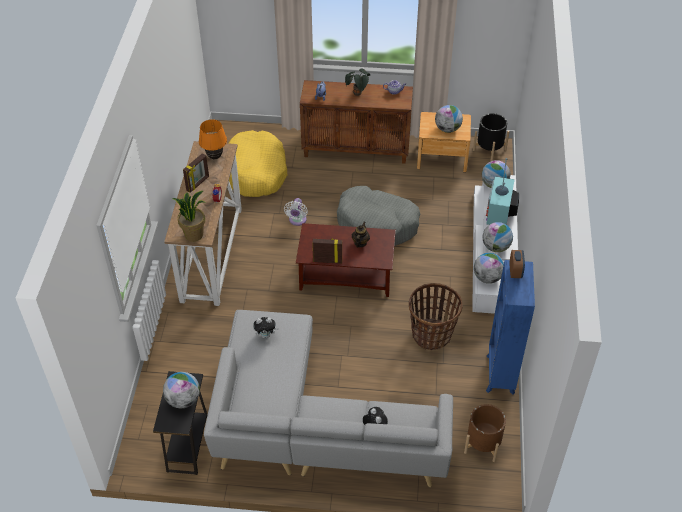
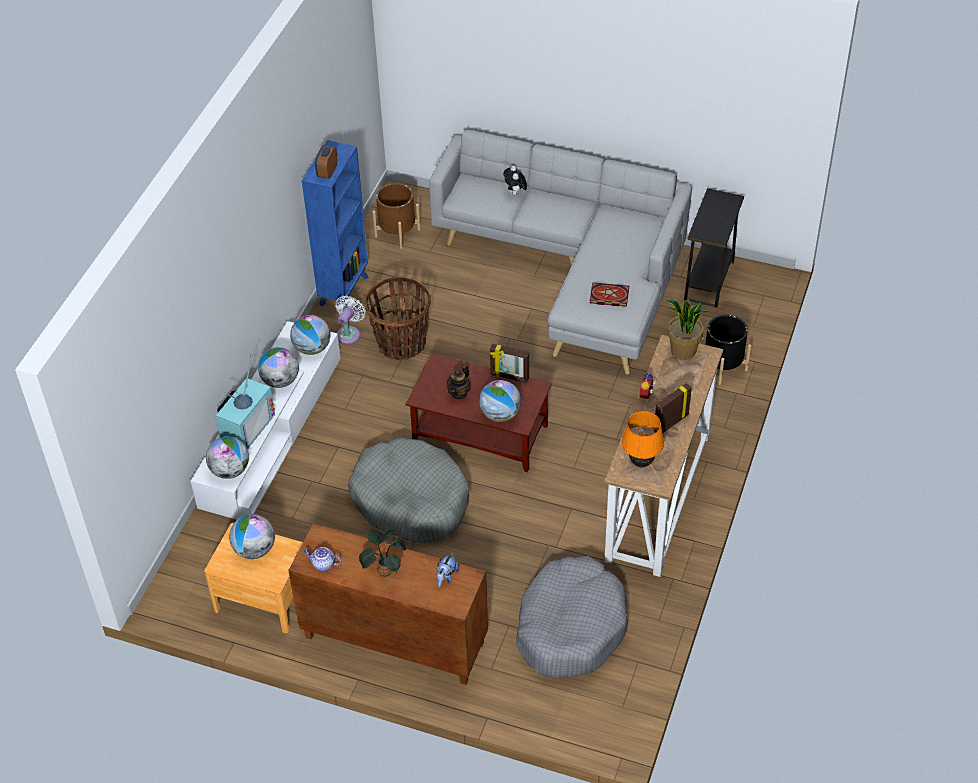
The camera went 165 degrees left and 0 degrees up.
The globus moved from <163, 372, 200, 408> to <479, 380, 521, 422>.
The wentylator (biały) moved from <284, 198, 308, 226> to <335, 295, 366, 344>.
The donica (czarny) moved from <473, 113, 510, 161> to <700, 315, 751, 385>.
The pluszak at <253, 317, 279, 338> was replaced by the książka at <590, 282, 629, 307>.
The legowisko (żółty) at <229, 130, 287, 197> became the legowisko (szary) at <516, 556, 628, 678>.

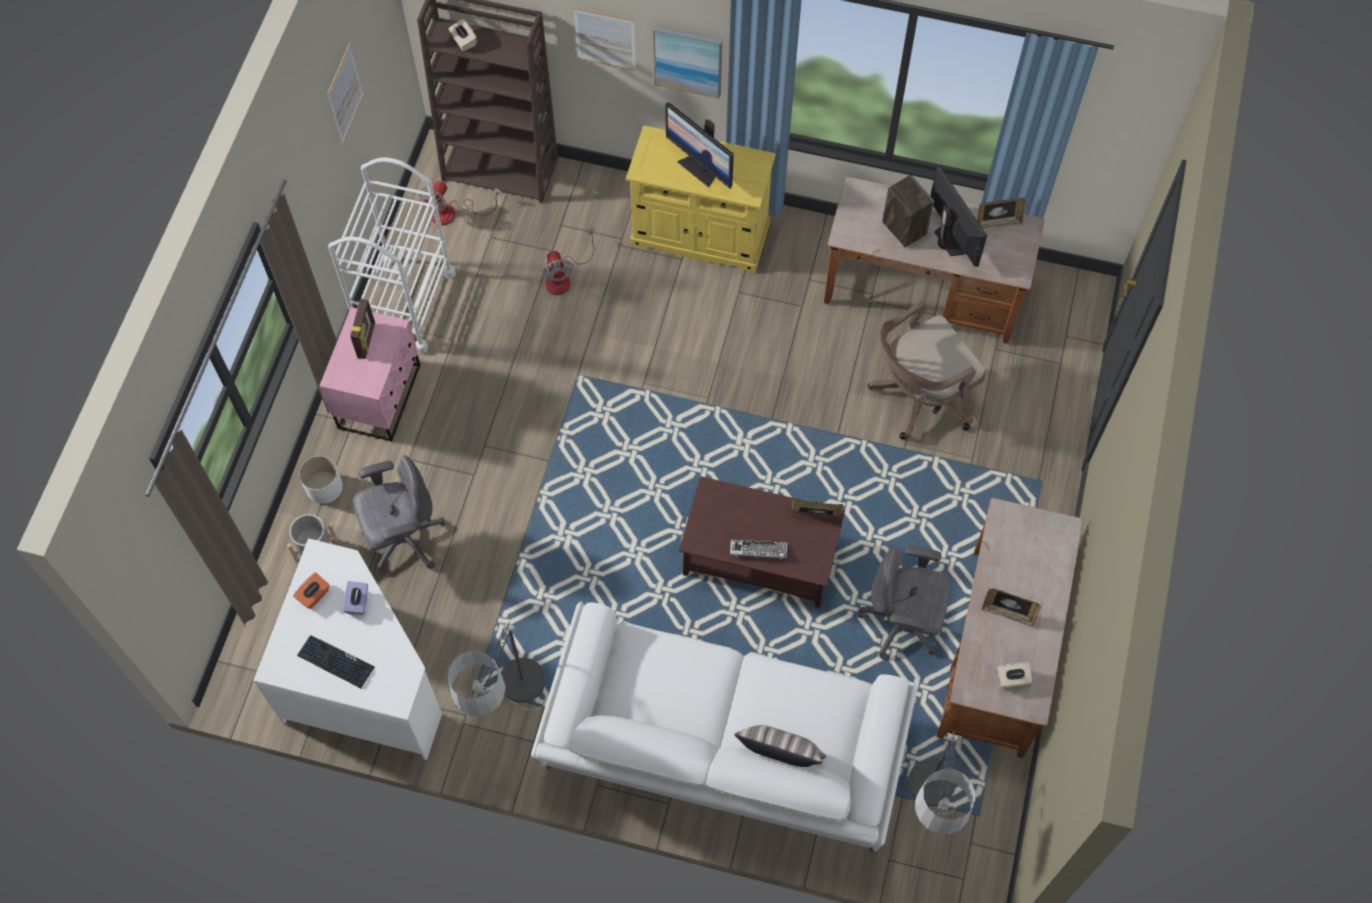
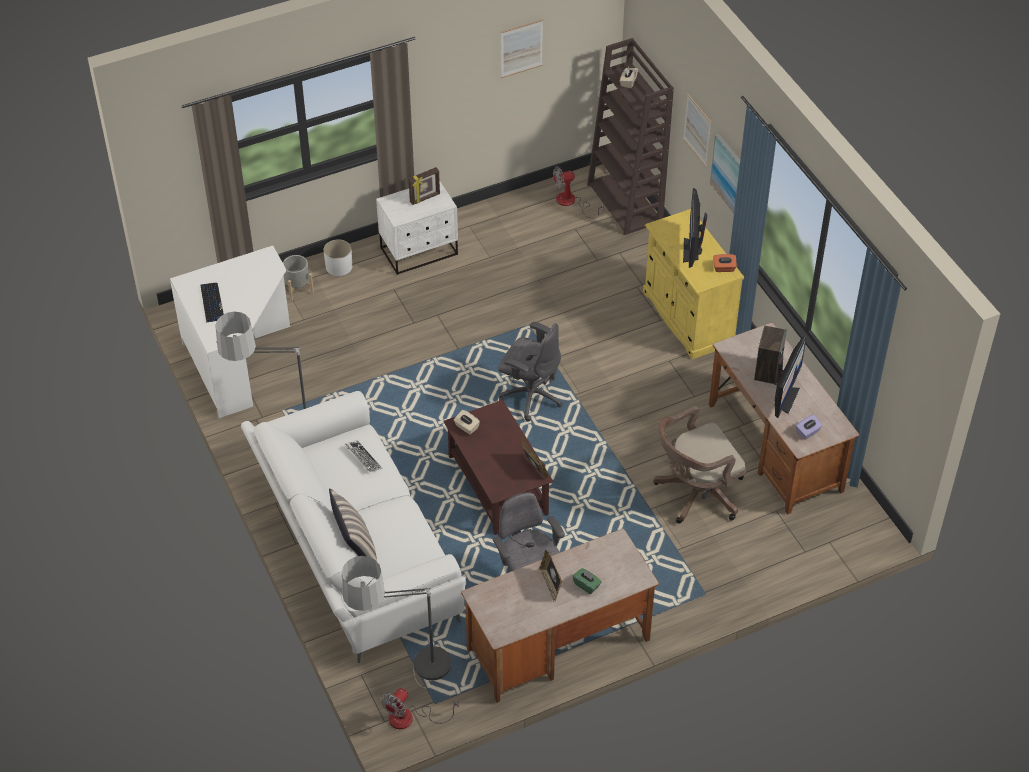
The camera went 50 degrees right and 15 degrees down.
The wózek (biały) at <328, 157, 456, 354> disappeared.
The ramka na zdjęcie at <977, 198, 1026, 229> disappeared.
The pudełko chusteczek (zielony) at <572, 568, 602, 594> appeared.
The pudełko chusteczek (pomarańczowy) moved from <293, 573, 330, 609> to <713, 254, 737, 272>.
The pudełko chusteczek (fioletowy) moved from <344, 581, 368, 615> to <796, 415, 823, 440>.
The krzesło biurowe (szary) moved from <353, 455, 446, 575> to <498, 322, 562, 421>.
The wentylator moved from <542, 228, 594, 295> to <380, 688, 459, 729>.
The klawiatura moved from <730, 540, 787, 559> to <345, 440, 382, 472>.
The pudełko chusteczek (beżowy) moved from <997, 662, 1033, 688> to <454, 410, 480, 435>.
The szafka nocna (różowy) at <319, 307, 420, 442> became the szafka nocna (biały) at <376, 180, 458, 275>.
The krzesło biurowe (brązowy) at <868, 302, 985, 440> turned 45 degrees counterclockwise.

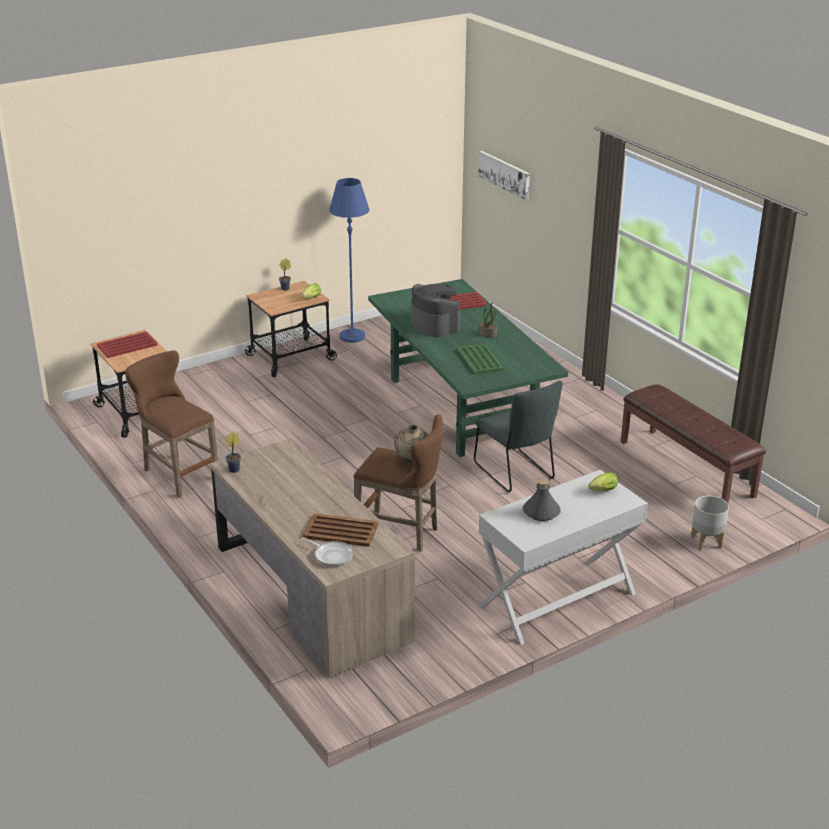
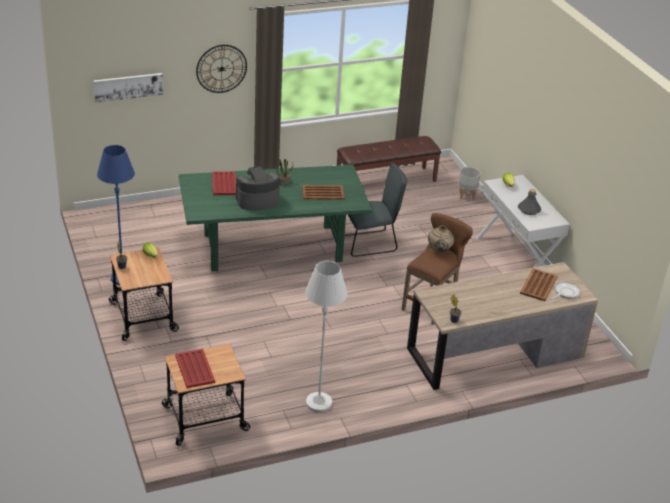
The camera went 80 degrees left and 5 degrees up.
The zegar ścienny at <196, 45, 247, 93> appeared.
The stołek (brązowy) at <125, 350, 218, 498> was replaced by the lampa stojąca (biały) at <305, 261, 348, 412>.
The taca (zielony) at <456, 343, 504, 375> became the taca (brązowy) at <302, 185, 345, 200>.

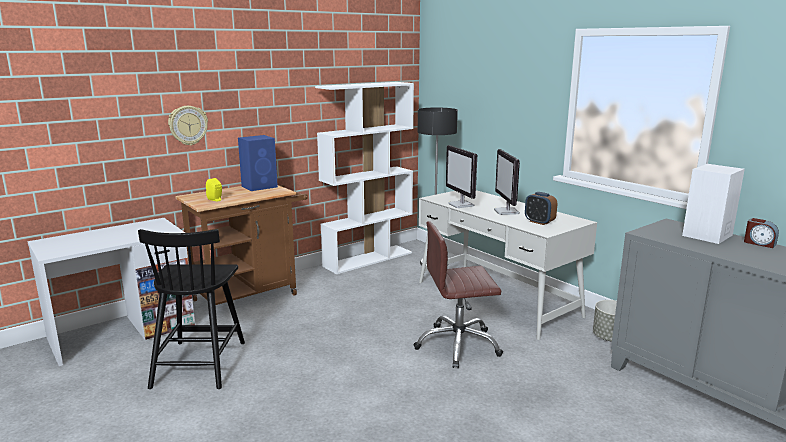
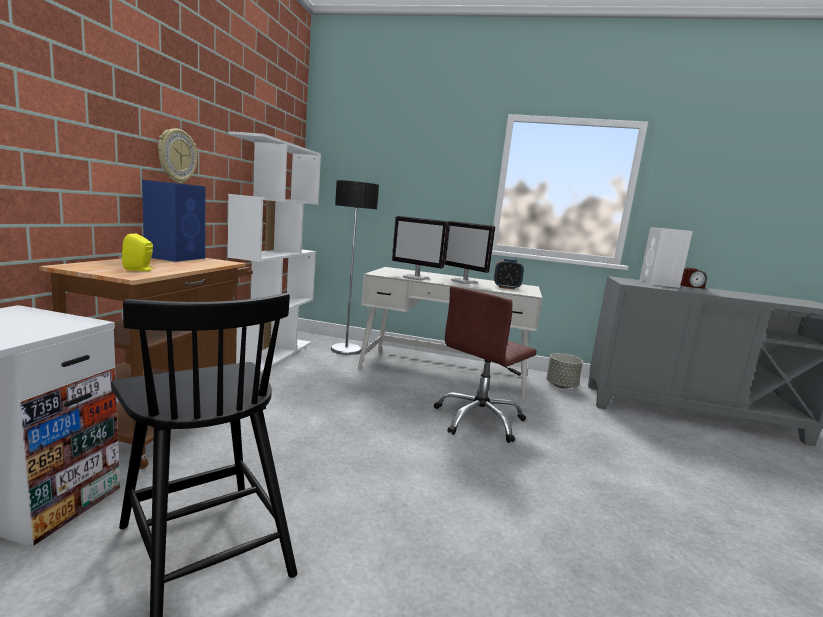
The camera went 40 degrees left and 5 degrees down.
The zegar ścienny moved from <168, 106, 208, 146> to <158, 128, 197, 184>.

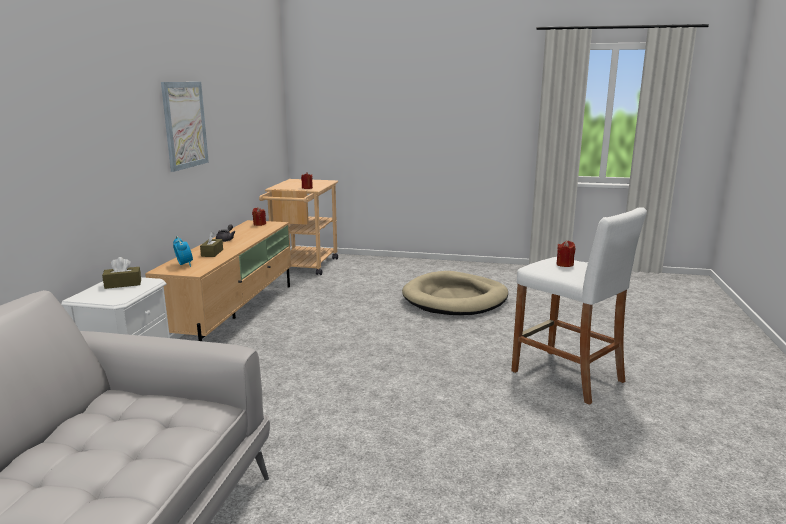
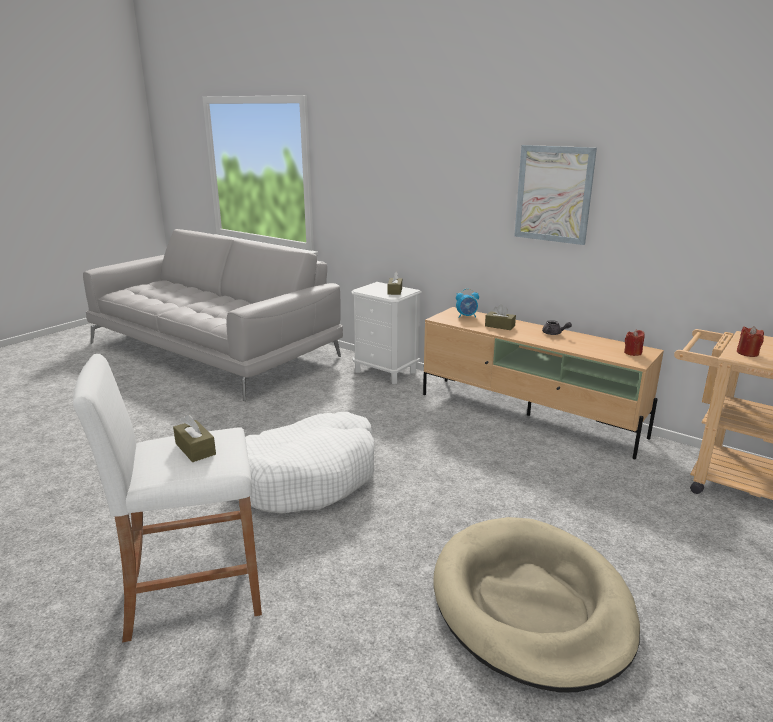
The camera went 115 degrees right and 5 degrees up.
The legowisko (biały) at <237, 412, 375, 514> appeared.
The świeca (czerwony) at <556, 241, 576, 267> was replaced by the pudełko chusteczek (brązowy) at <173, 414, 216, 462>.

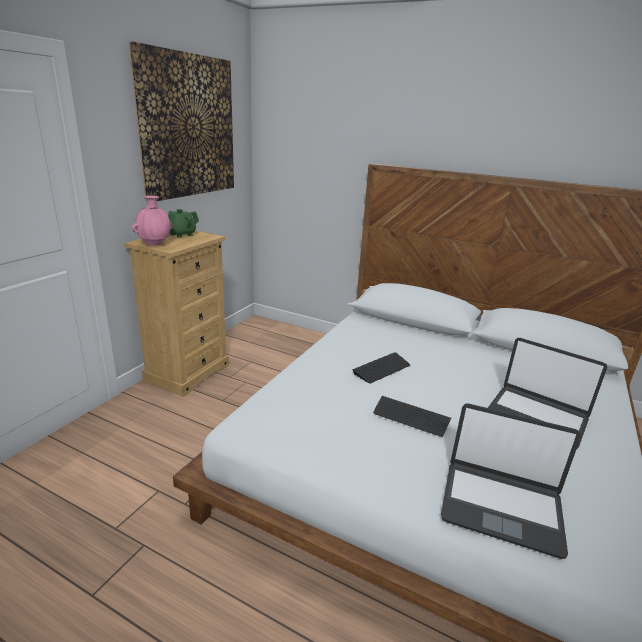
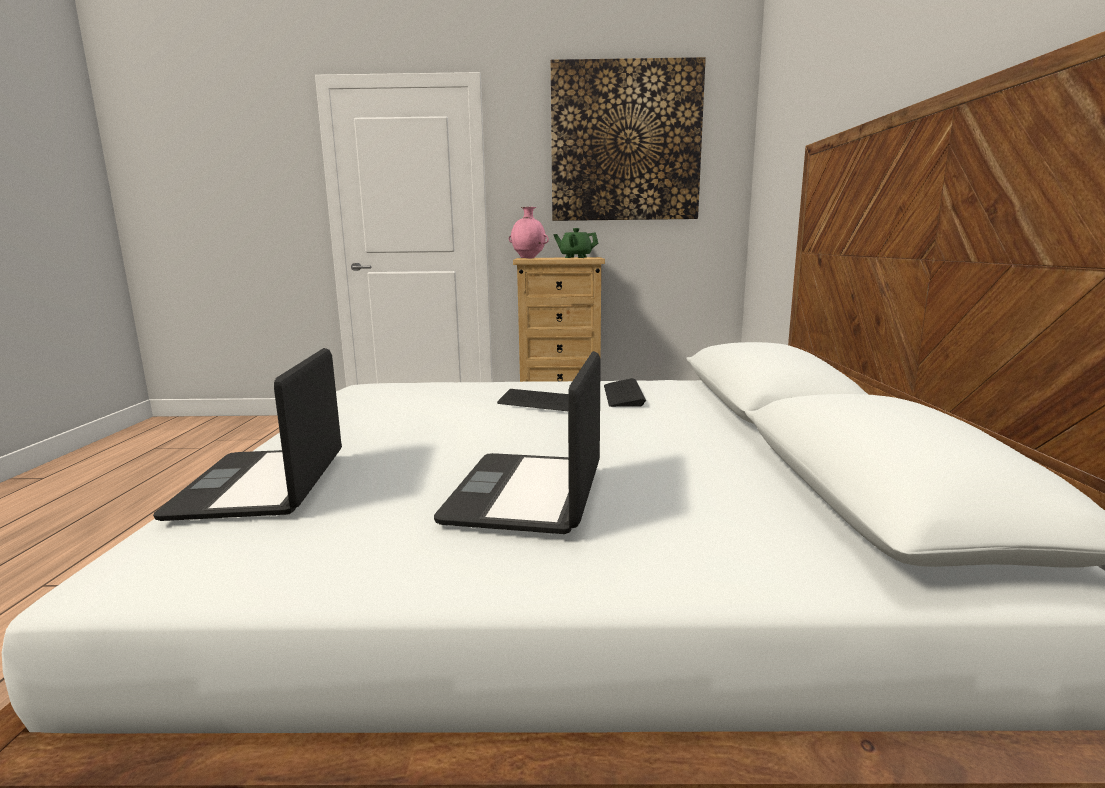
The camera went 65 degrees right and 10 degrees down.
The klawiatura moved from <373, 396, 451, 437> to <604, 378, 646, 407>.

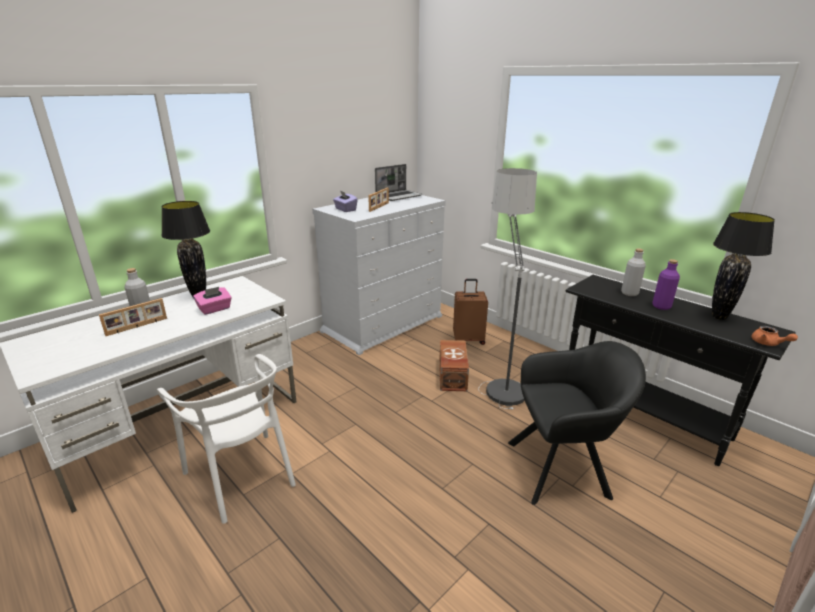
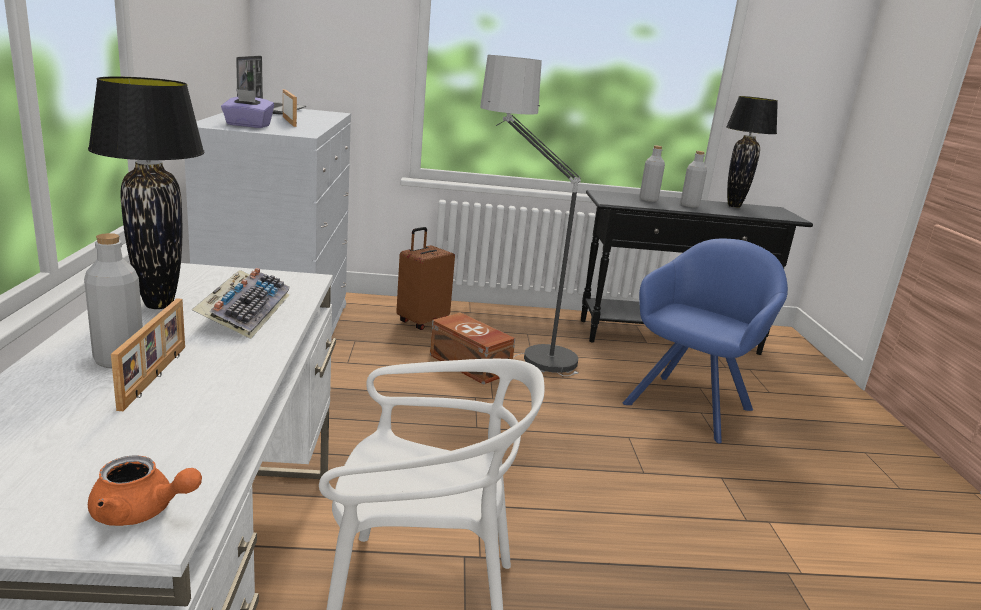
The camera went 50 degrees left and 5 degrees down.
The imbryk (pomarańczowy) moved from <751, 326, 798, 346> to <88, 455, 202, 526>.
The pudełko chusteczek (różowy) at <193, 287, 232, 315> was replaced by the klawiatura at <192, 268, 290, 339>.
The fotel (czarny) at <508, 341, 646, 505> became the fotel (niebieski) at <622, 239, 788, 443>.
The butelka (fioletowy) at <652, 259, 680, 310> became the butelka (szary) at <680, 151, 707, 208>.

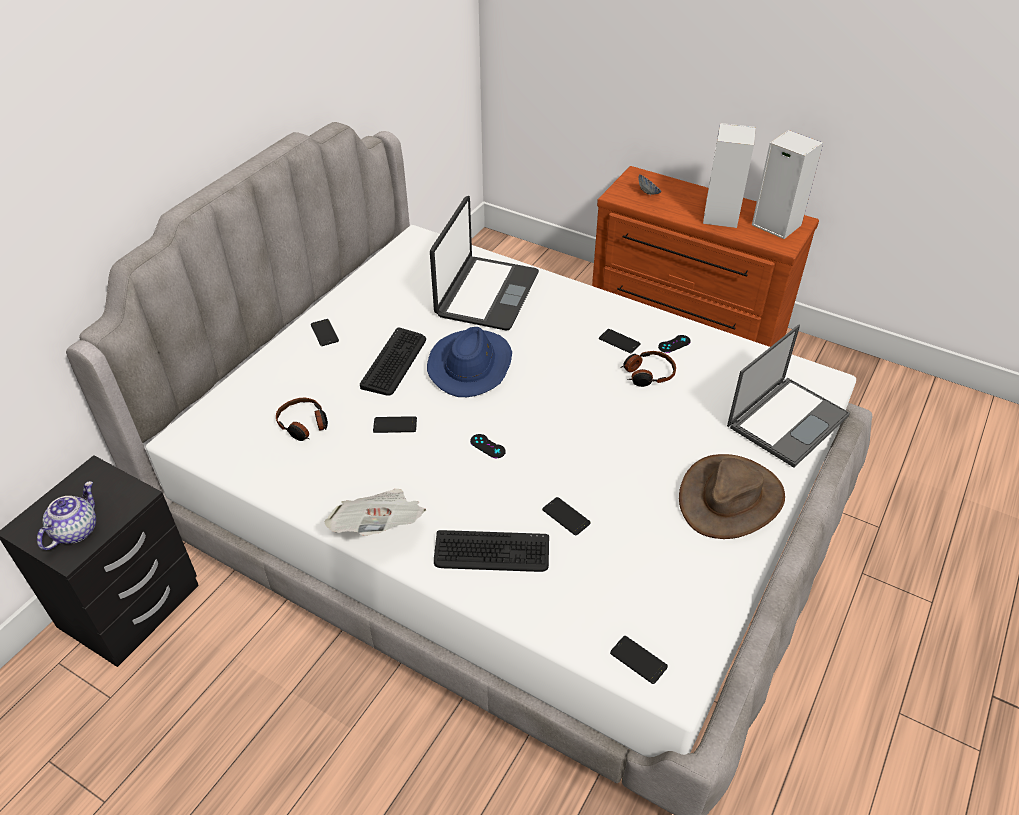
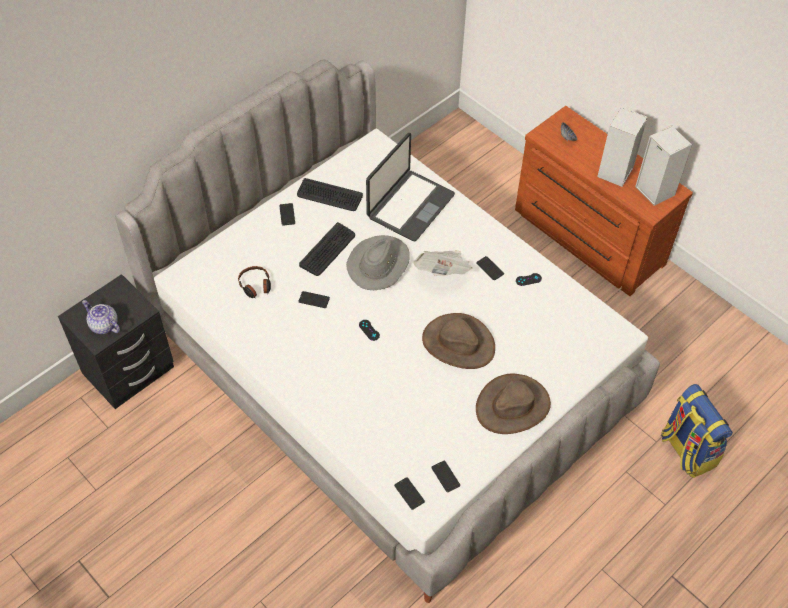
The camera went 15 degrees right and 10 degrees up.
The słuchawki at <620, 351, 676, 387> disappeared.
The laptop at <727, 325, 850, 467> disappeared.
The kapelusz (brązowy) at <422, 313, 495, 369> appeared.
The plecak at <661, 384, 733, 478> appeared.
The gazeta moved from <324, 489, 426, 536> to <414, 250, 473, 276>.
The klawiatura moved from <434, 530, 549, 572> to <297, 178, 363, 211>.
The telefon moved from <542, 497, 591, 535> to <431, 461, 460, 493>.
The kapelusz (niebieski) at <427, 327, 512, 397> became the kapelusz (szary) at <346, 235, 410, 290>.
The imbryk at <37, 481, 96, 550> turned 90 degrees counterclockwise.

